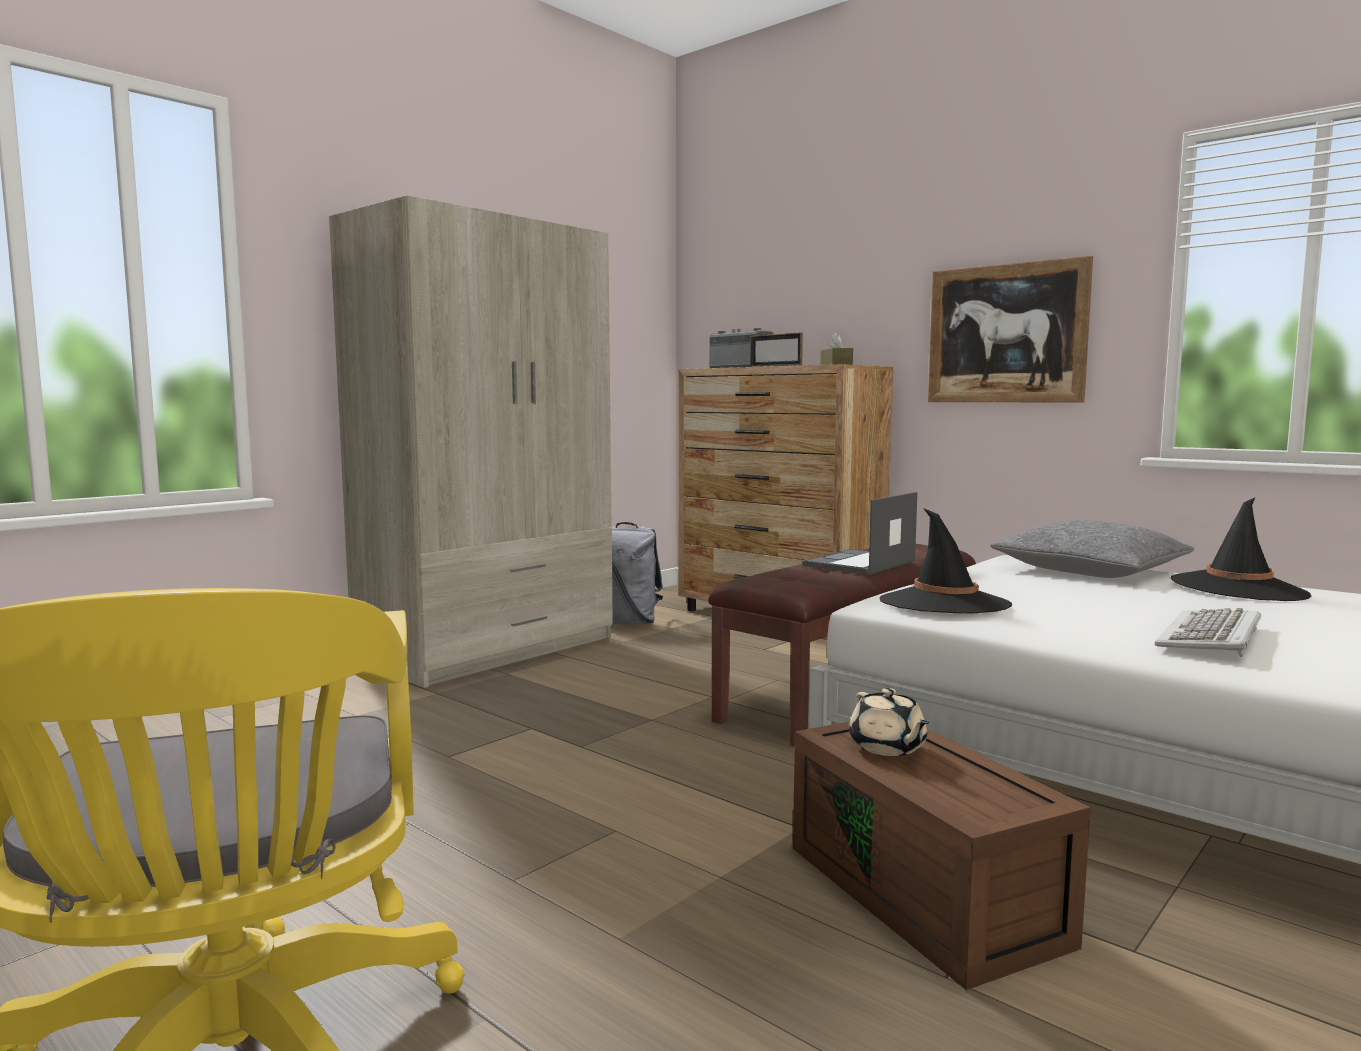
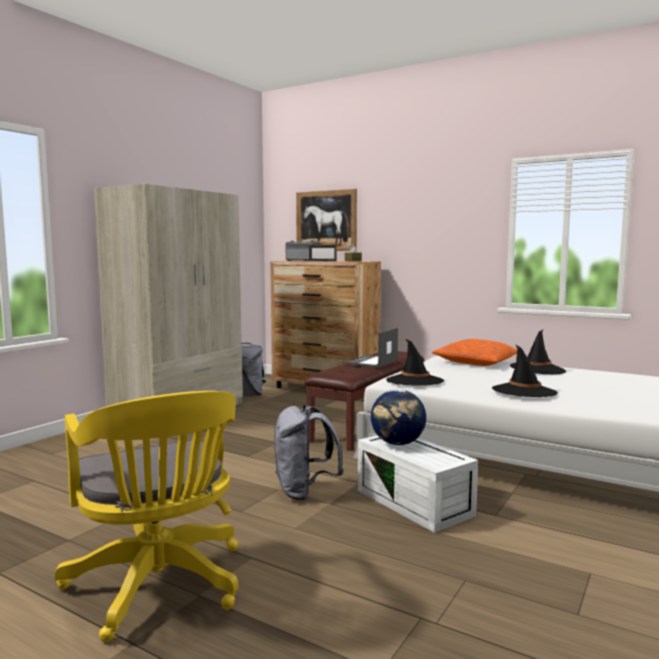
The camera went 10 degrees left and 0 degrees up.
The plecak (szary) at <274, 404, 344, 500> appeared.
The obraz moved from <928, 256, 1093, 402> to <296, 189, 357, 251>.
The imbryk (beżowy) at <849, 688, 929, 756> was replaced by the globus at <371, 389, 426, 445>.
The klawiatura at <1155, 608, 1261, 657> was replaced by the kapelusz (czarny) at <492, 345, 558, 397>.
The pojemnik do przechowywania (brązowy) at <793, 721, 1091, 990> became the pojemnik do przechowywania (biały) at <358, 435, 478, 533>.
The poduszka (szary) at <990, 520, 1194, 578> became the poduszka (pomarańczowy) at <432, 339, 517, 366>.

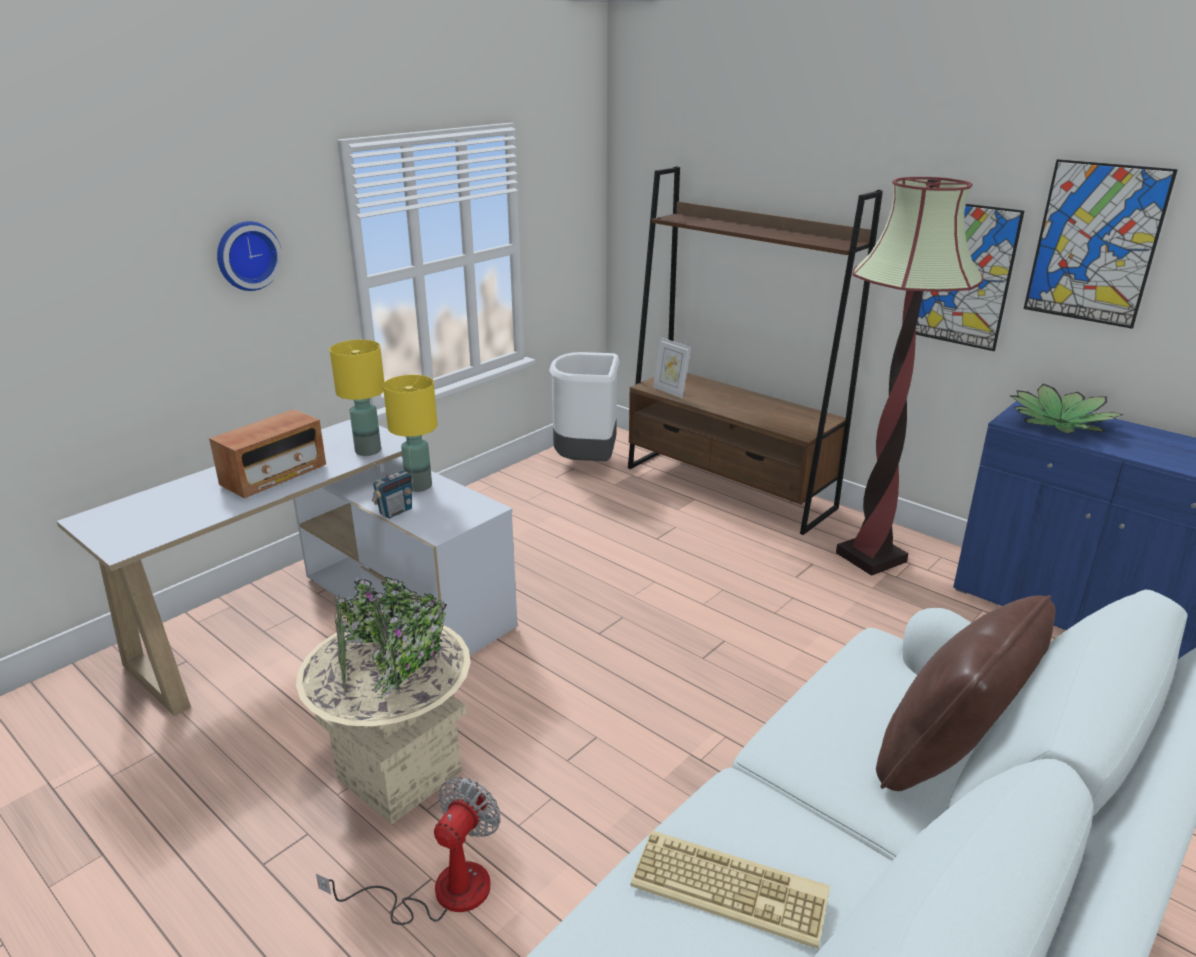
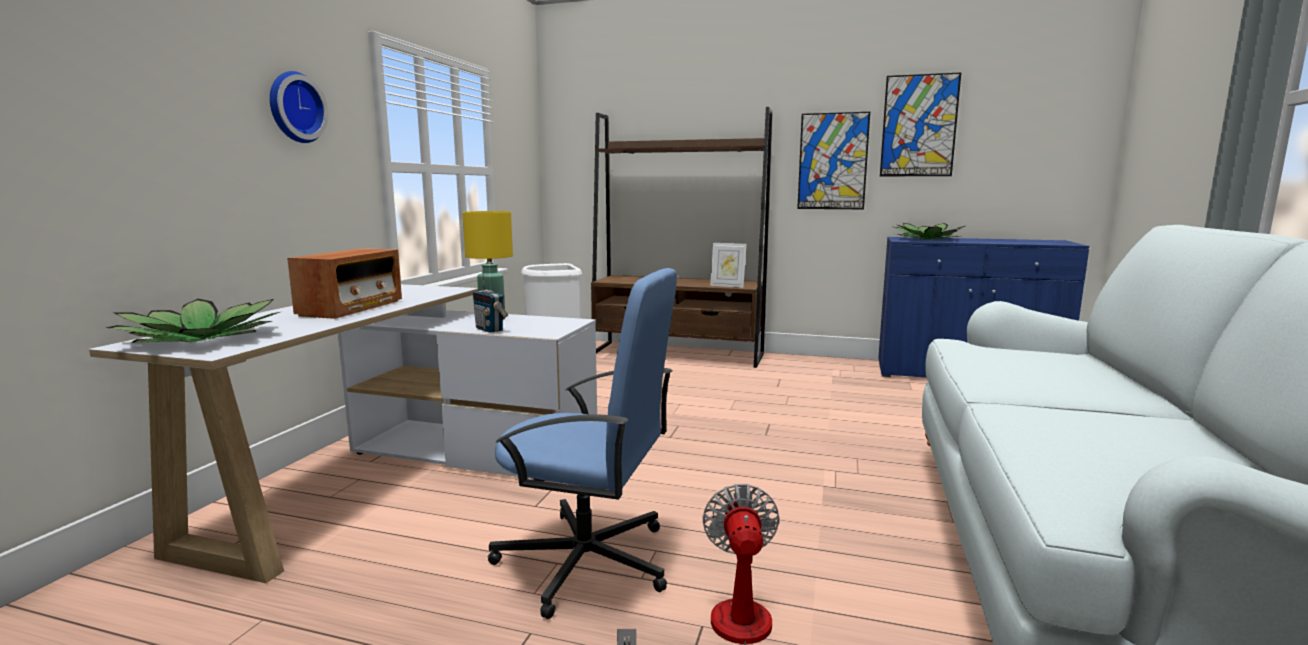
The camera went 25 degrees left and 15 degrees down.
The lampa stołowa (żółty) at <330, 340, 384, 456> disappeared.
The klawiatura at <630, 831, 830, 949> disappeared.
The lampa stojąca at <836, 177, 983, 576> disappeared.
The poduszka (brązowy) at <876, 595, 1055, 791> disappeared.
The roślina doniczkowa at <106, 299, 280, 343> appeared.
The ramka na zdjęcie moved from <653, 337, 691, 399> to <710, 243, 747, 288>.
The donica (beżowy) at <296, 577, 471, 824> was replaced by the krzesło biurowe (niebieski) at <488, 268, 677, 619>.
The radio at <372, 463, 413, 519> turned 120 degrees clockwise.

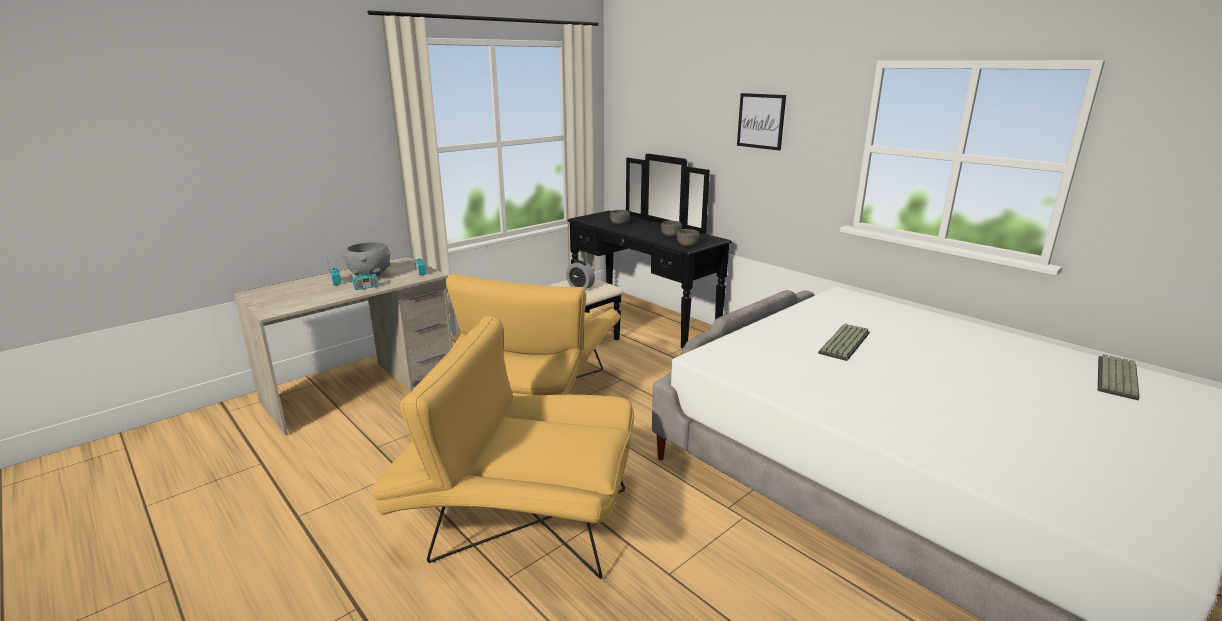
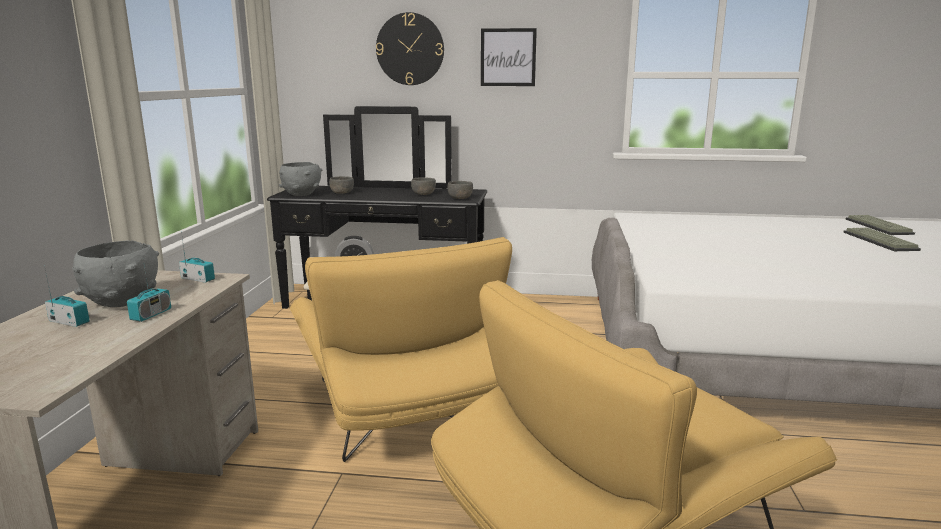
The camera went 40 degrees left and 5 degrees down.
The miska (szary) at <279, 162, 322, 196> appeared.
The zegar ścienny at <376, 12, 444, 85> appeared.
The klawiatura moved from <818, 324, 870, 361> to <843, 228, 921, 251>.

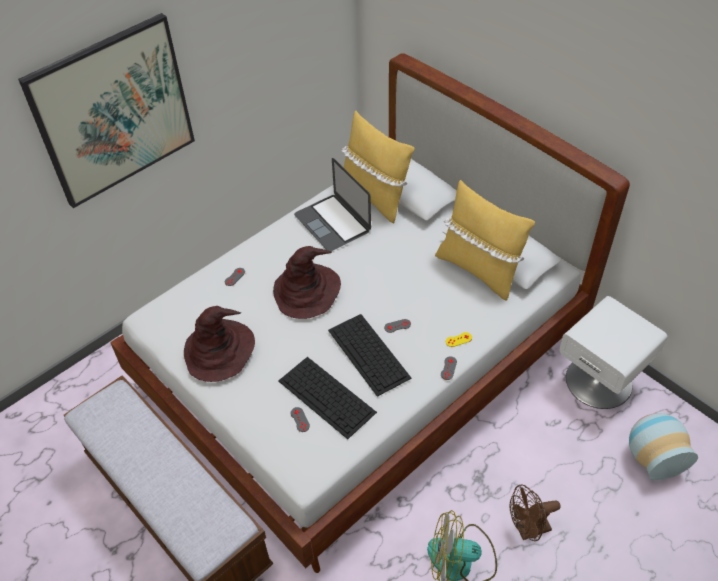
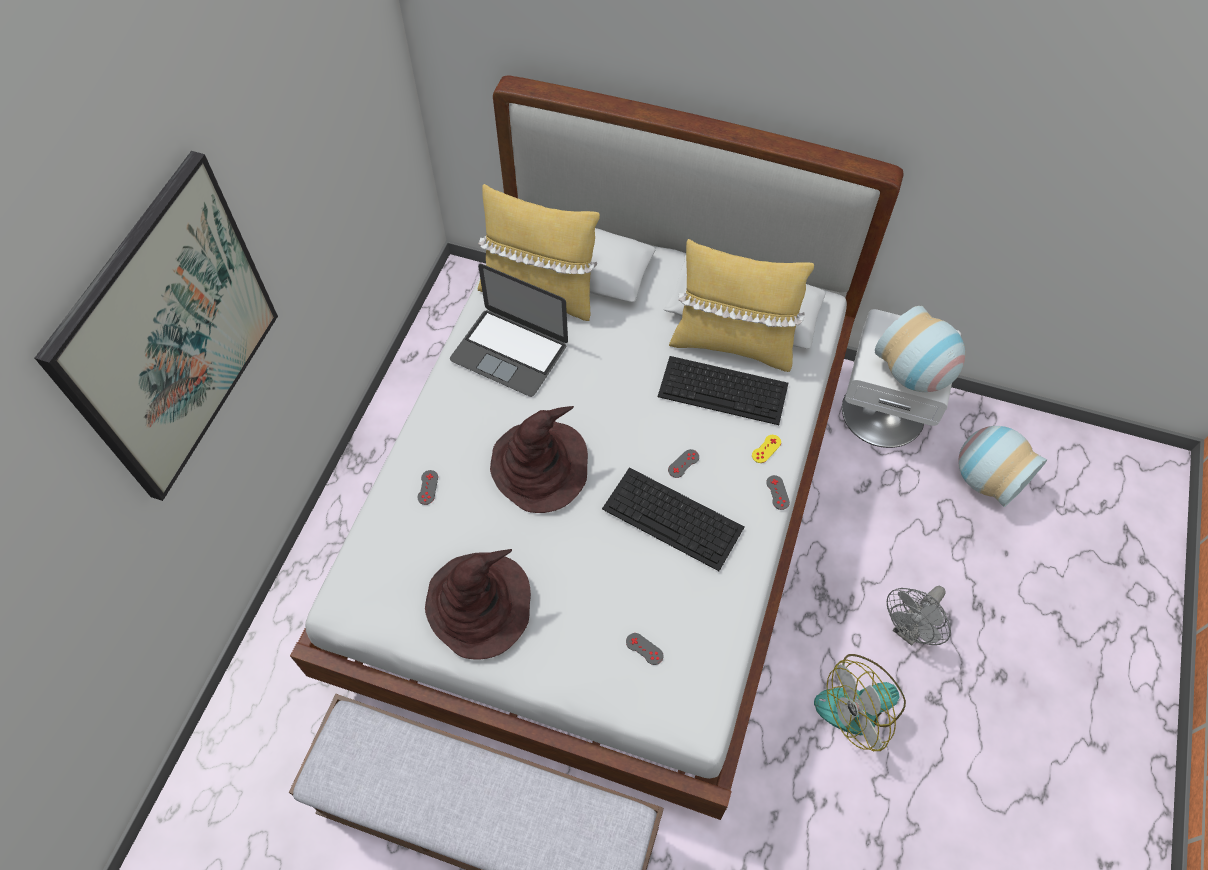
The camera went 30 degrees left and 10 degrees up.
The wazon at <875, 306, 965, 392> appeared.
The klawiatura moved from <278, 357, 377, 439> to <658, 356, 789, 425>.
The wentylator (brązowy) at <510, 485, 561, 541> became the wentylator (szary) at <887, 586, 951, 646>.

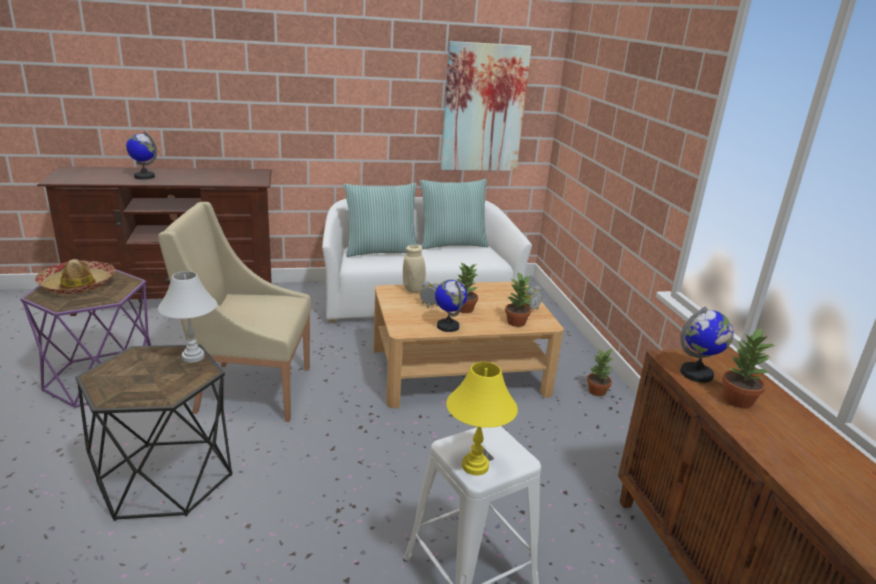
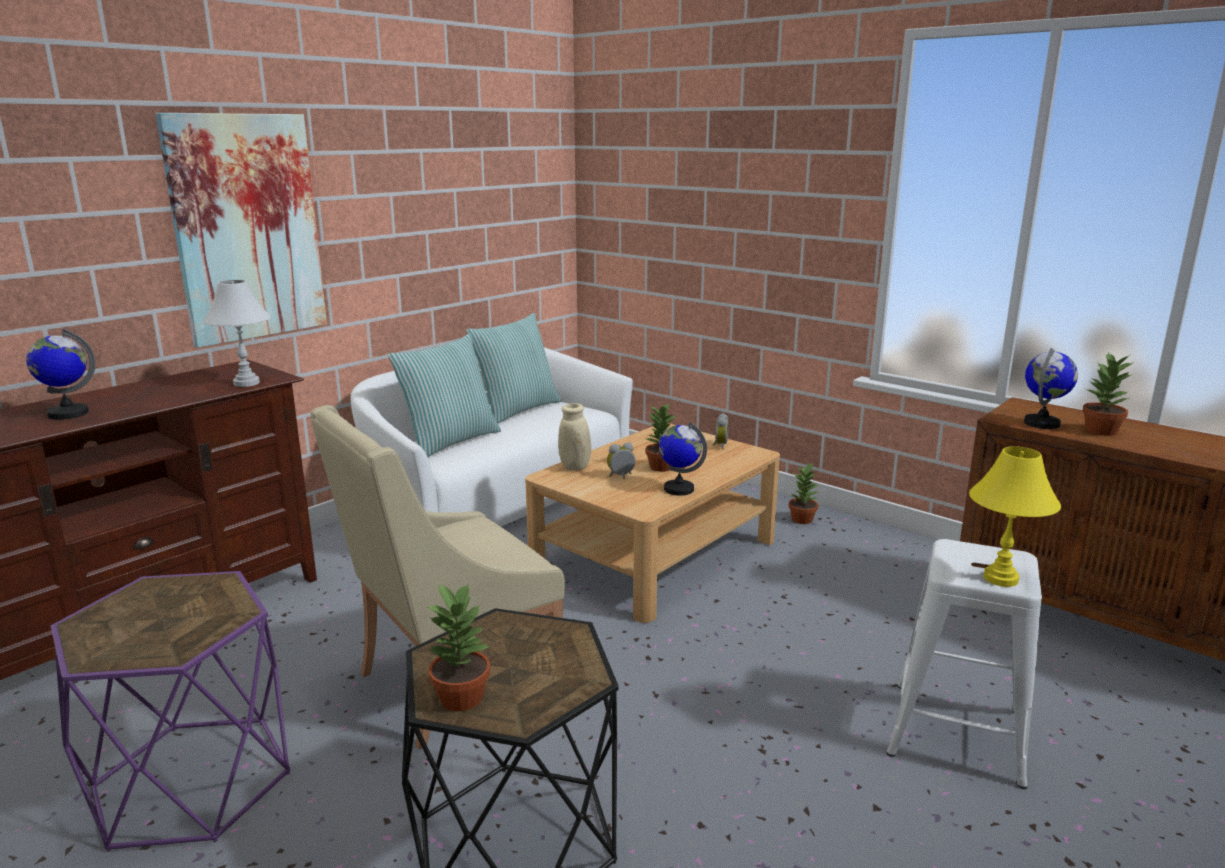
The camera went 35 degrees left and 5 degrees down.
The kapelusz at <35, 259, 115, 294> disappeared.
The lampa stołowa (biały) moved from <158, 271, 217, 363> to <203, 280, 271, 387>.
The obraz moved from <441, 41, 532, 171> to <156, 113, 327, 348>.
The roślina doniczkowa moved from <505, 271, 532, 327> to <426, 583, 491, 711>.

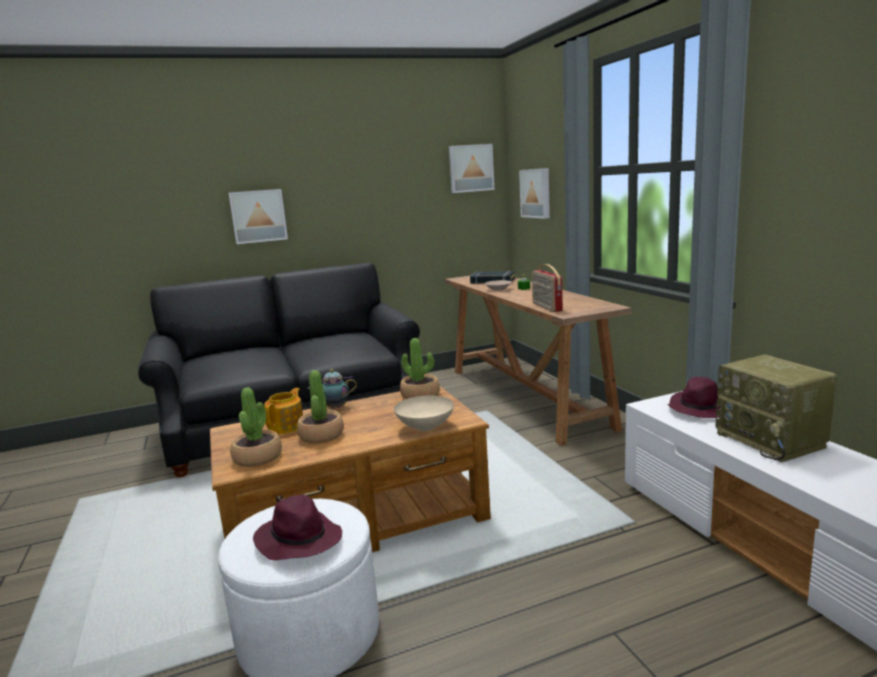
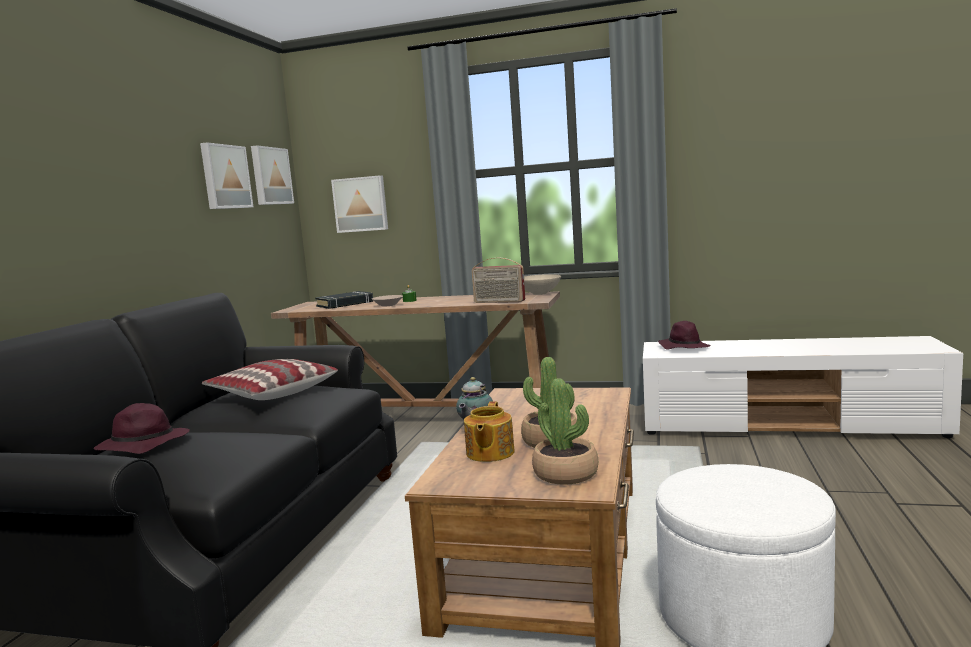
The camera went 55 degrees left and 5 degrees down.
The roślina doniczkowa at <400, 338, 440, 399> disappeared.
The radio at <715, 355, 837, 462> disappeared.
The poduszka at <202, 359, 338, 400> appeared.
The obraz moved from <228, 189, 288, 244> to <200, 142, 253, 209>.
The kapelusz (fioletowy) moved from <253, 495, 342, 561> to <93, 403, 190, 454>.
The miska (beżowy) moved from <394, 395, 454, 431> to <524, 274, 561, 295>.
The imbryk at <264, 388, 303, 434> turned 135 degrees counterclockwise.

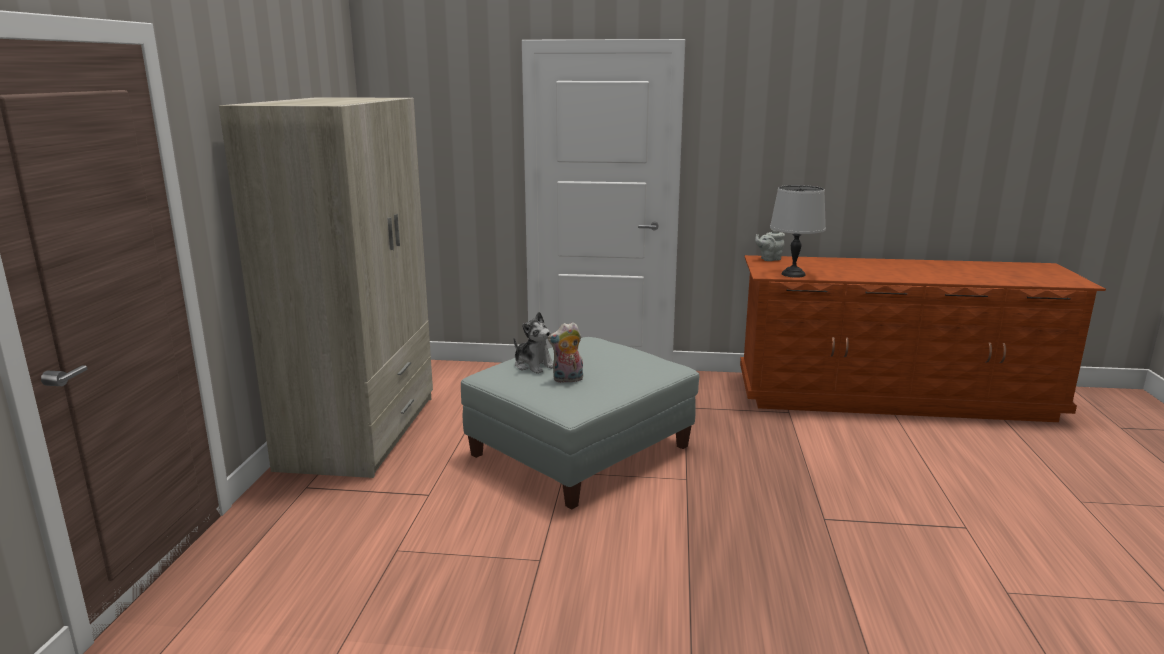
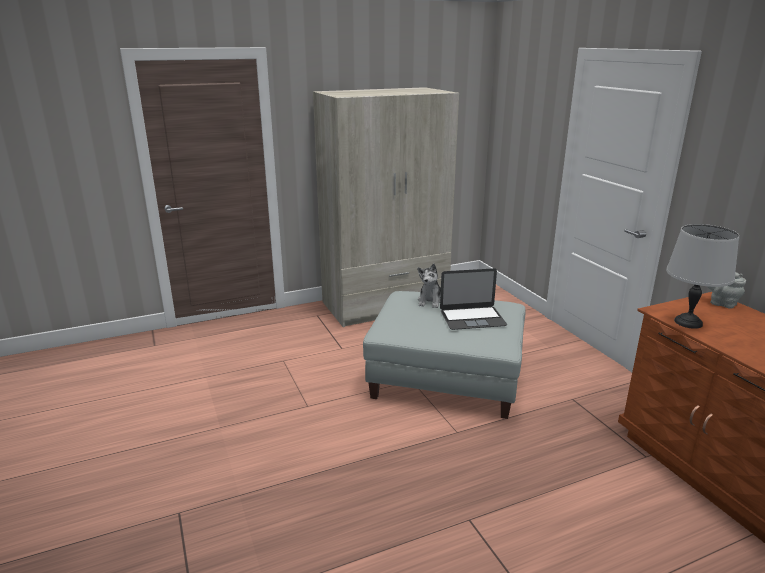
The camera went 60 degrees right and 5 degrees up.
The pluszak at <548, 322, 583, 383> disappeared.
The laptop at <440, 268, 507, 330> appeared.

